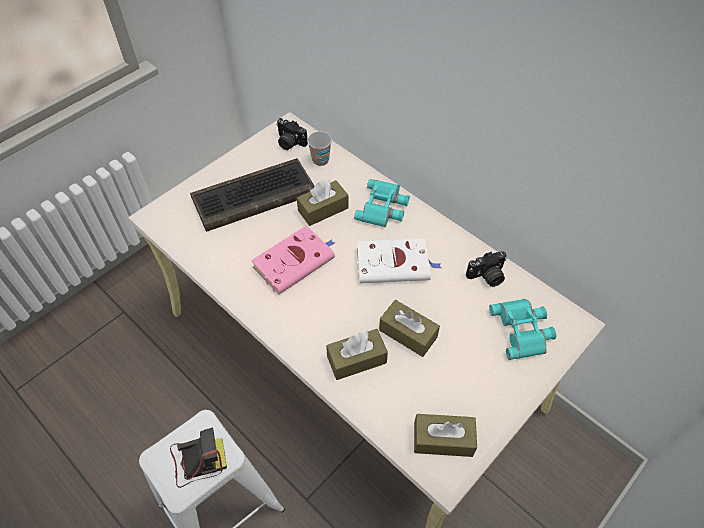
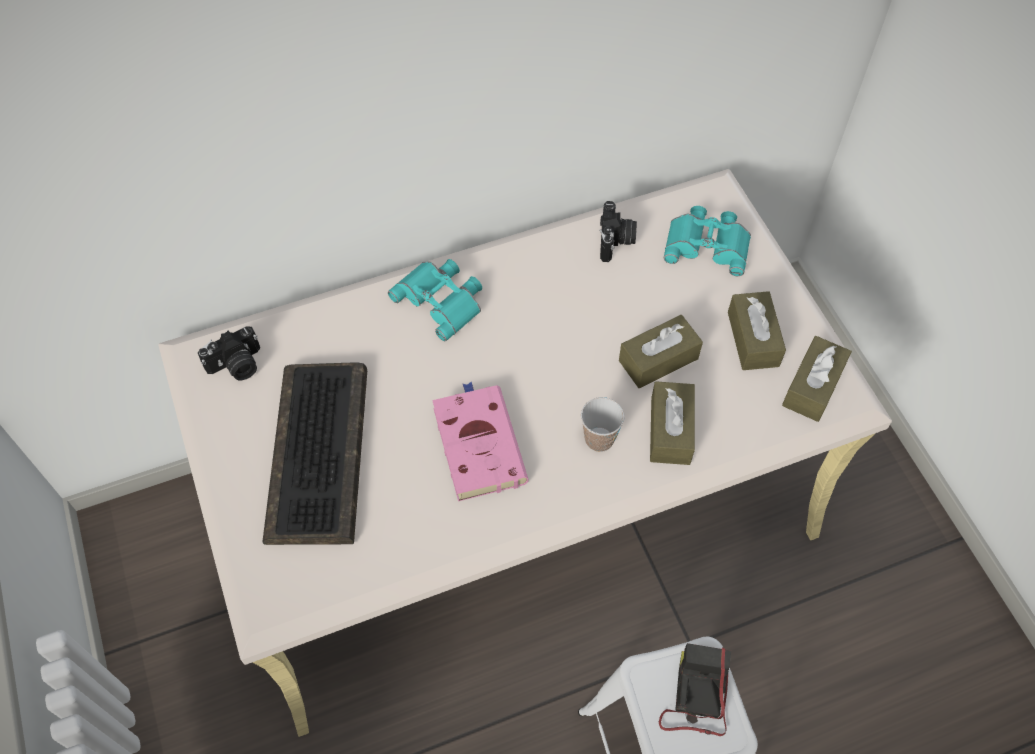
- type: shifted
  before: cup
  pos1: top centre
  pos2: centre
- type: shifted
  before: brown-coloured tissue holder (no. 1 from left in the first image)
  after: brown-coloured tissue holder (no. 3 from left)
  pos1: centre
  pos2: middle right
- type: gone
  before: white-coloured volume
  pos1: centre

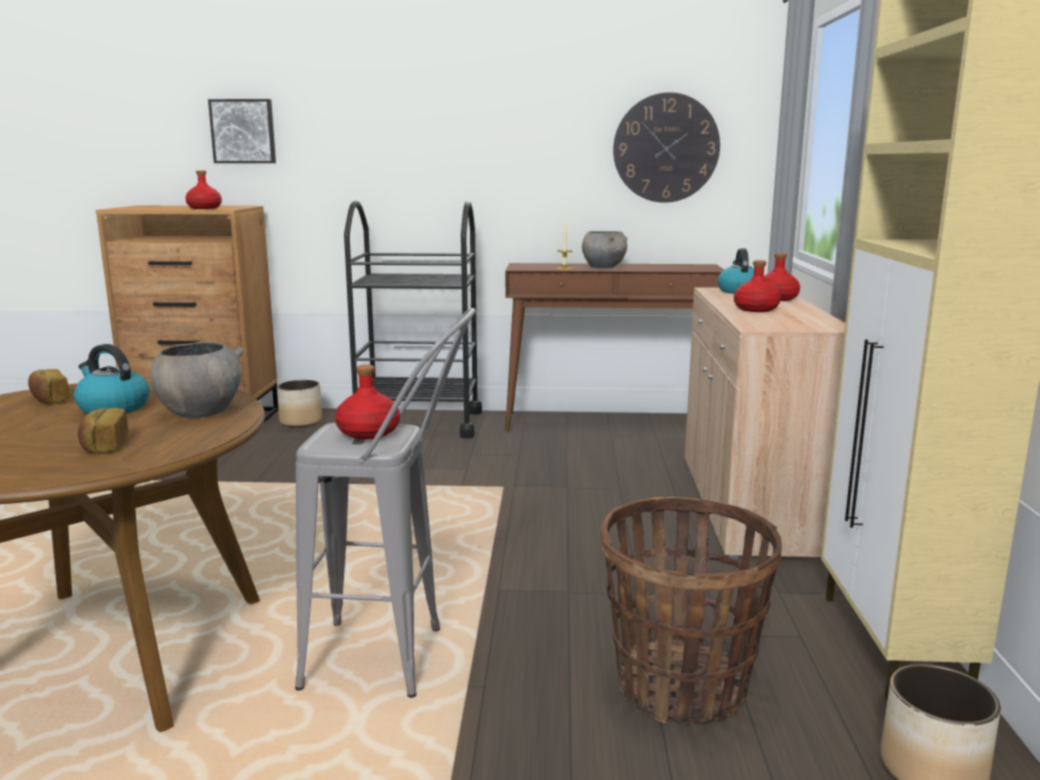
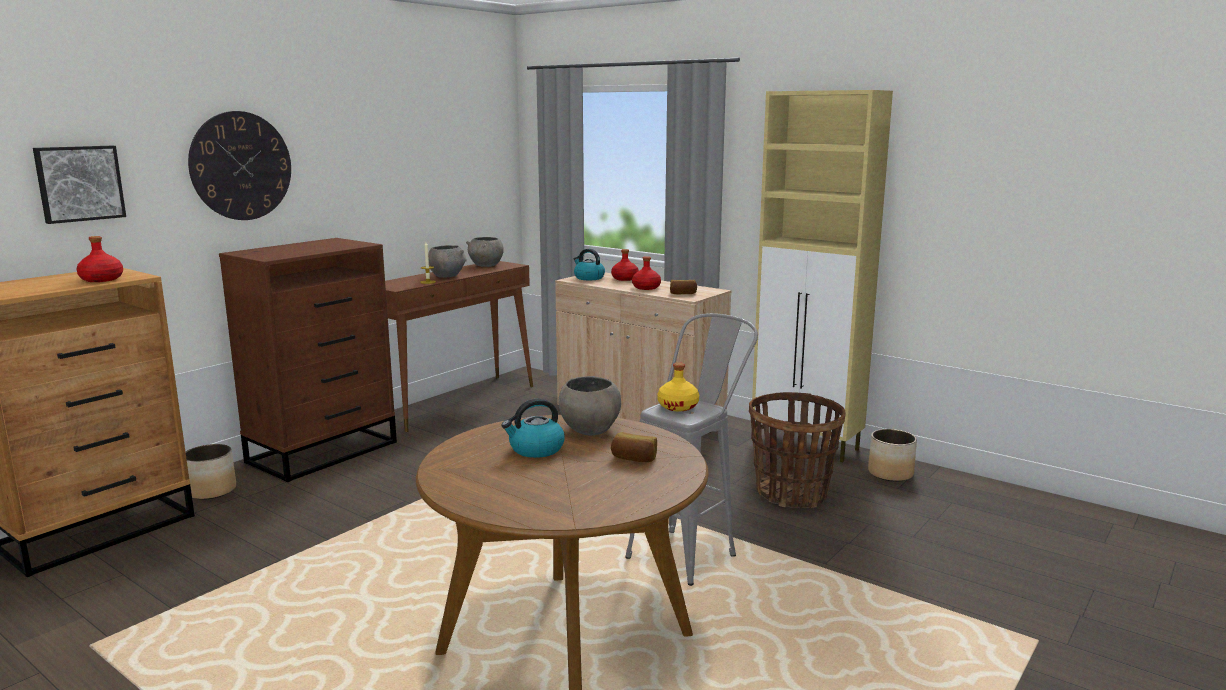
- type: shifted
  before: hanging clock
  pos1: top centre
  pos2: top left
- type: swapped
  before: black-coloured wheeled cart
  after: brown-coloured drawer chest (no. 2 from left)
  pos1: centre
  pos2: middle left
- type: repainted
  before: reddish drink bottle (no. 2 from left)
  after: yellow-coloured drink bottle
  pos1: centre
  pos2: centre
- type: shifted
  before: bakery bread (no. 1 from left in the first image)
  after: bakery bread (no. 2 from left)
  pos1: middle left
  pos2: centre
- type: new
  after: greyish bowl (no. 2 from left)
  pos2: centre

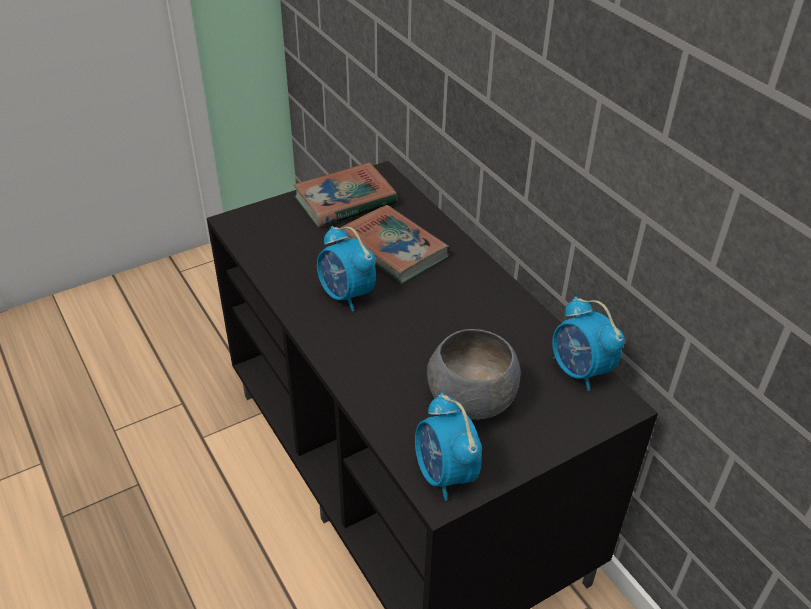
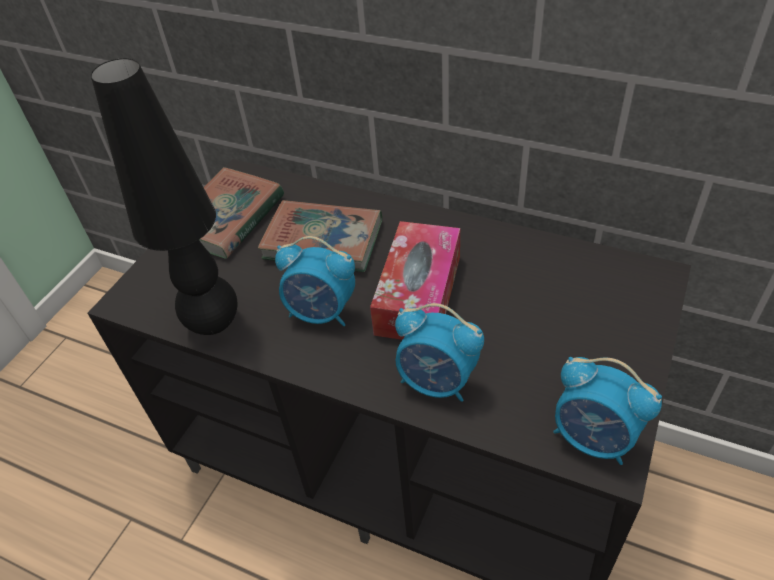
- type: shifted
  before: table clock (no. 3 from left in the first image)
  after: table clock (no. 2 from left)
  pos1: middle right
  pos2: centre
- type: gone
  before: greyish bowl
  pos1: centre
- type: new
  after: black-coloured lamp for a table
  pos2: middle left
- type: new
  after: tissue holder
  pos2: centre

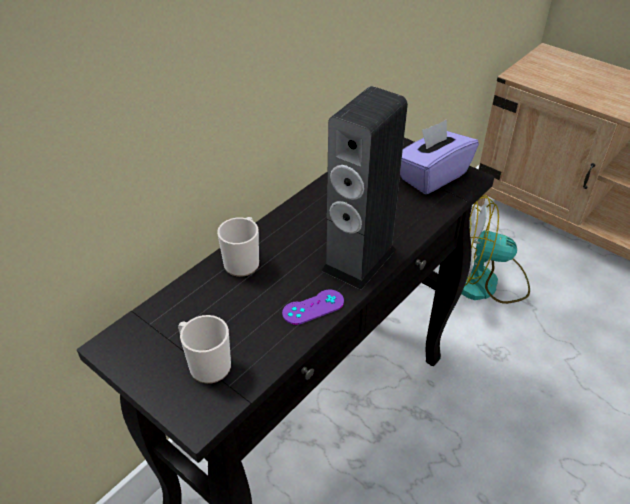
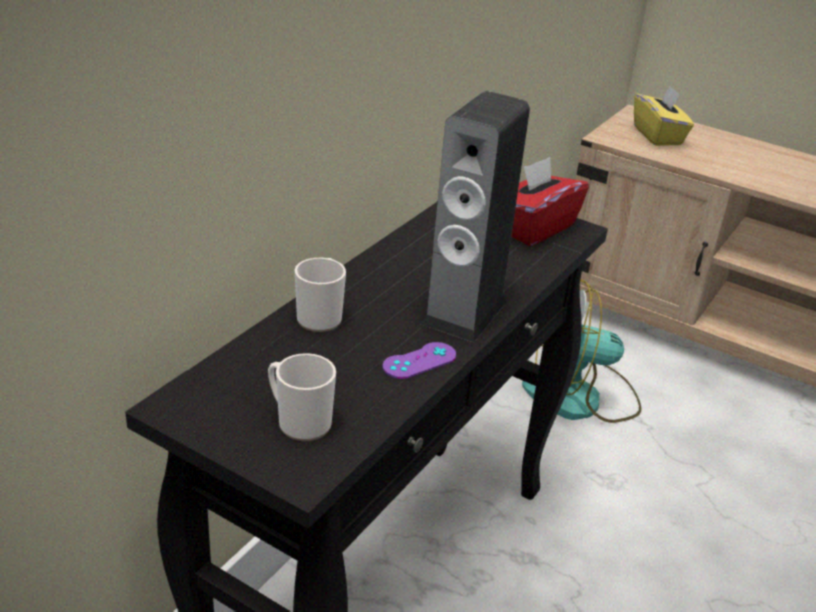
- type: repainted
  before: purple tissue holder
  after: reddish tissue holder
  pos1: top right
  pos2: top right
- type: new
  after: yellow-coloured tissue holder
  pos2: top right

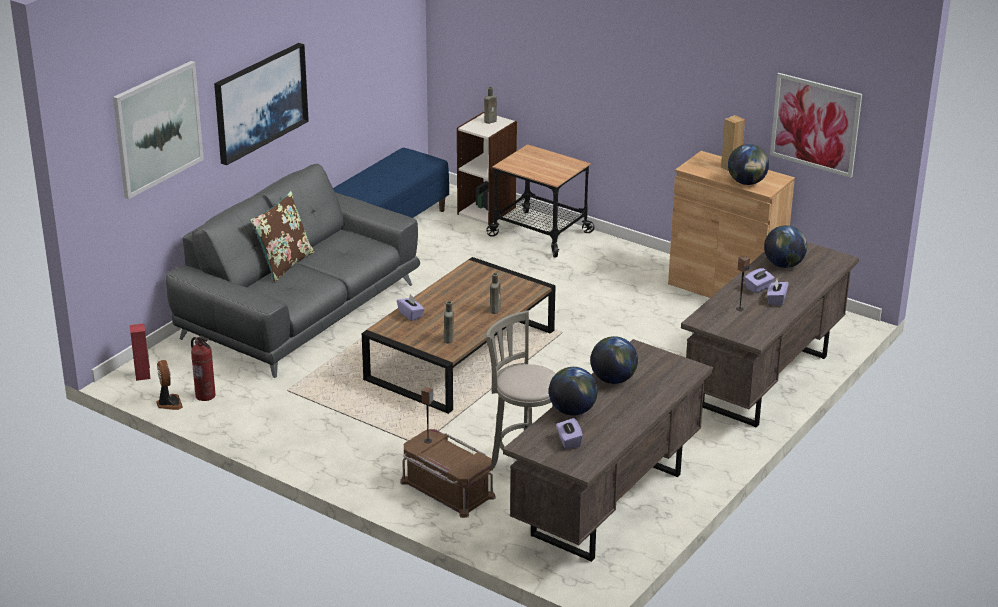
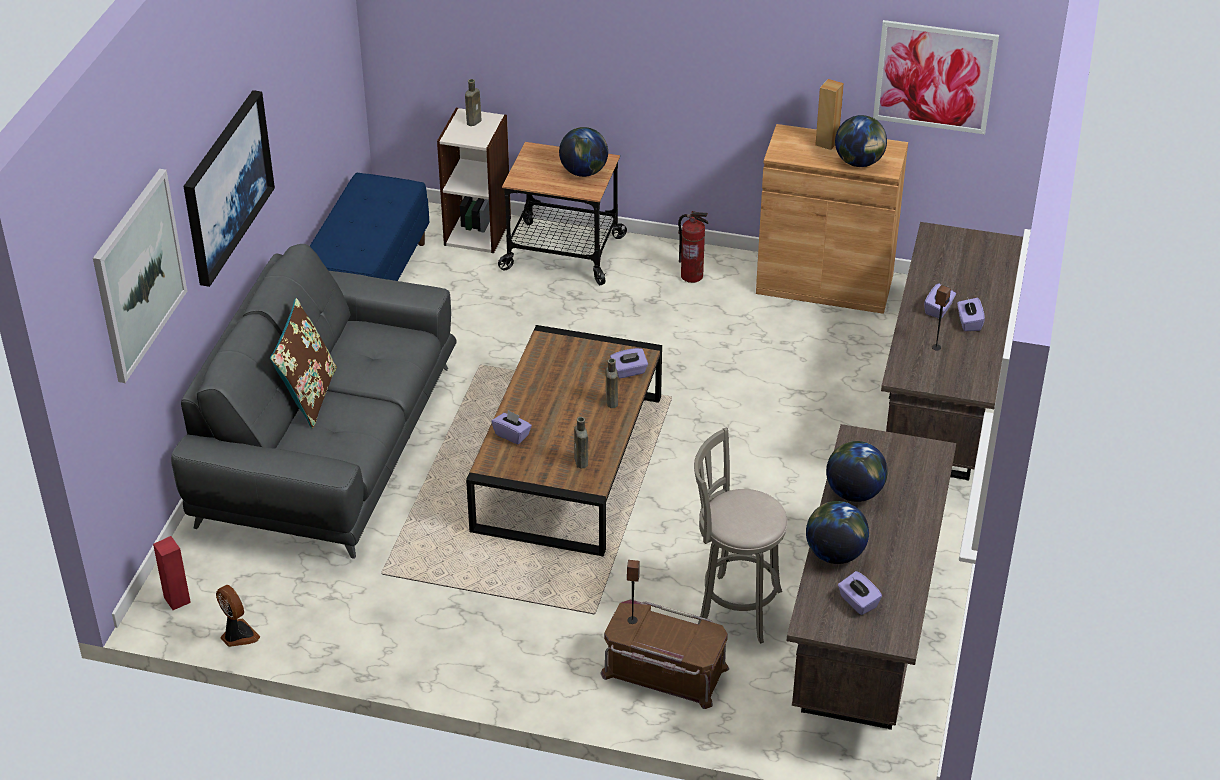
- type: shifted
  before: globe (no. 4 from left in the first image)
  after: globe (no. 1 from left)
  pos1: middle right
  pos2: top centre
- type: shifted
  before: extinguisher
  pos1: middle left
  pos2: top centre
- type: new
  after: purple tissue holder (no. 2 from left)
  pos2: centre

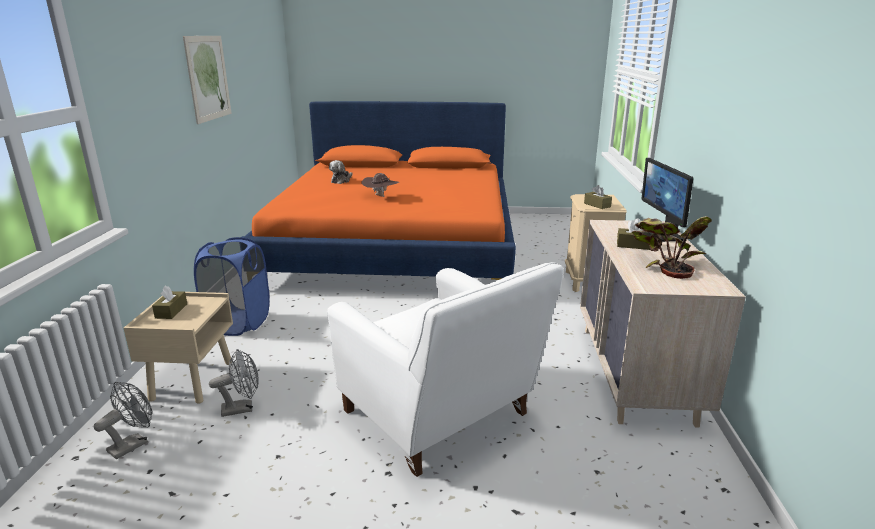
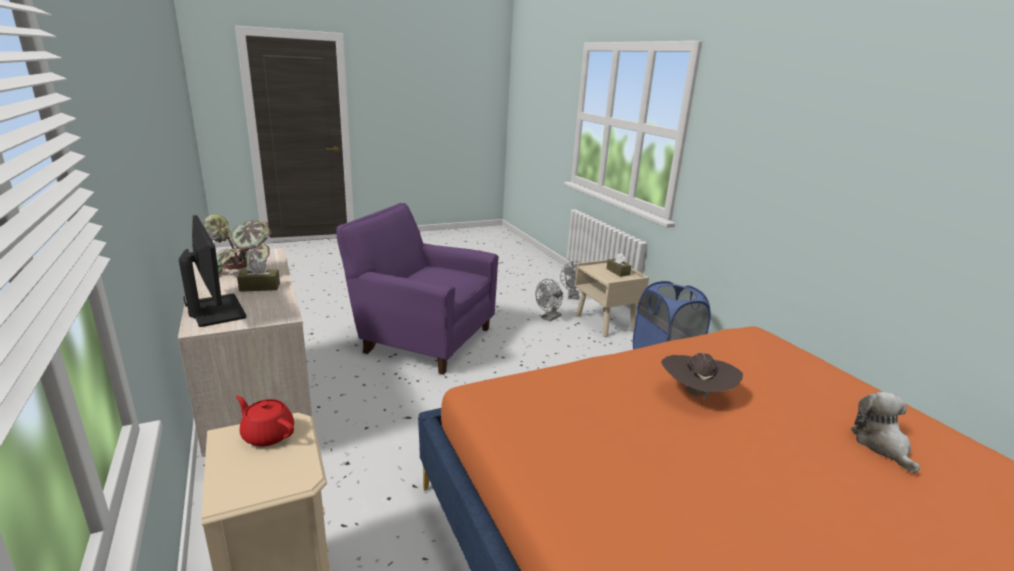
- type: gone
  before: wall picture
  pos1: top left
- type: swapped
  before: brown-coloured tissue holder (no. 2 from left)
  after: reddish tea pot
  pos1: middle right
  pos2: bottom left
- type: repainted
  before: white-coloured armchair
  after: purple armchair
  pos1: bottom centre
  pos2: centre

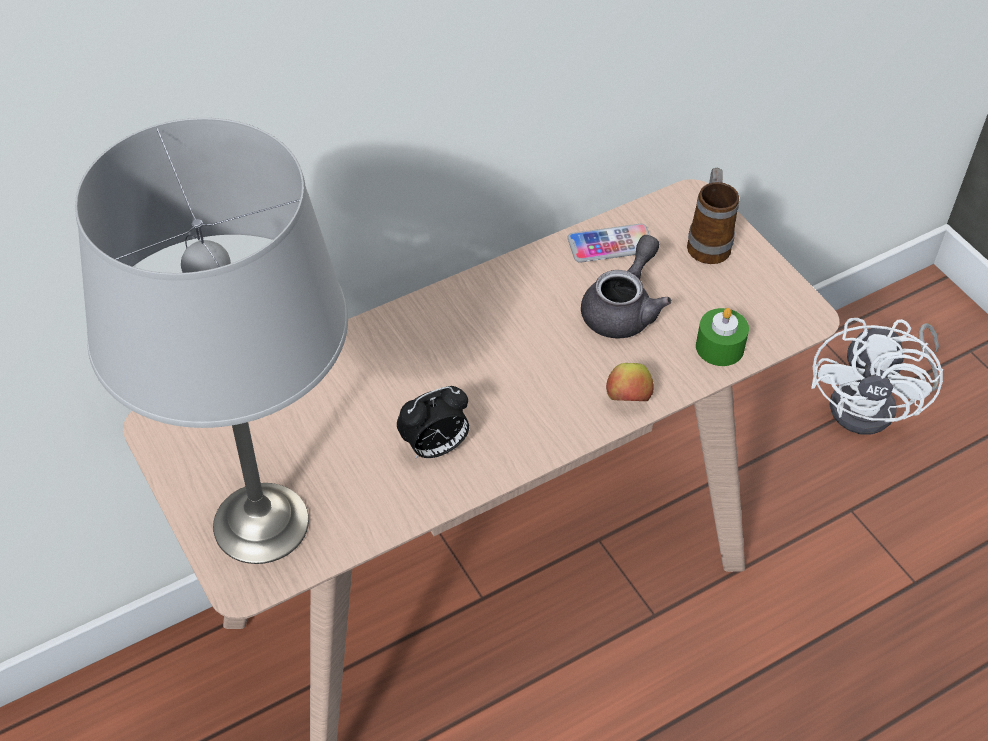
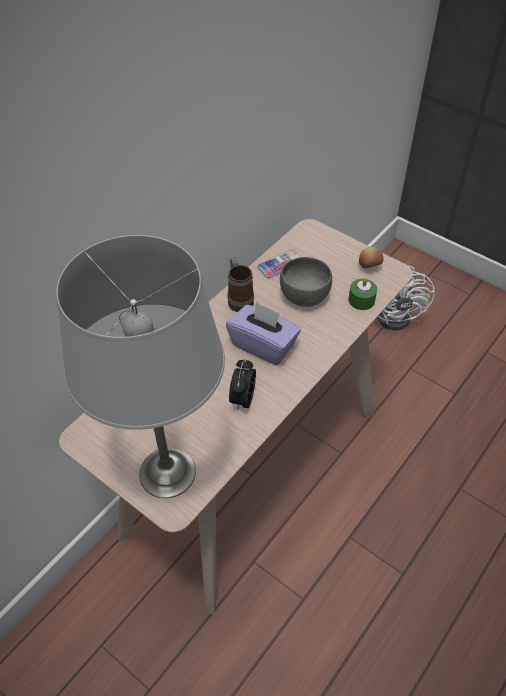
- type: shifted
  before: mug
  pos1: top right
  pos2: centre
- type: swapped
  before: greyish tea pot
  after: greyish bowl
  pos1: centre
  pos2: centre
- type: shifted
  before: apple fruit
  pos1: centre
  pos2: middle right
- type: rotated
  before: table clock
  pos1: centre
  pos2: centre
  turn: 150
- type: new
  after: purple tissue holder
  pos2: centre

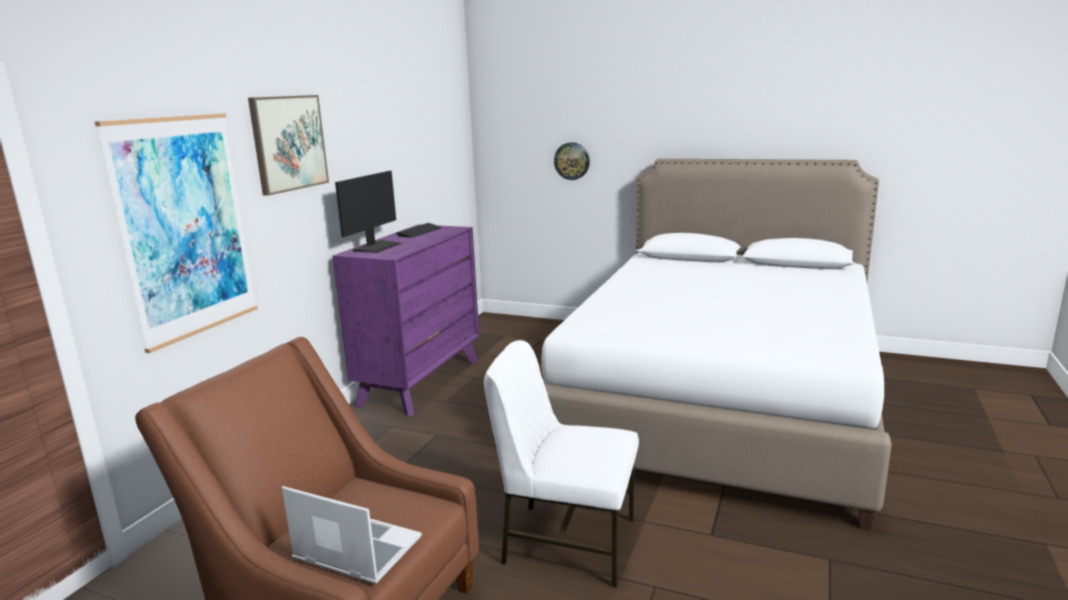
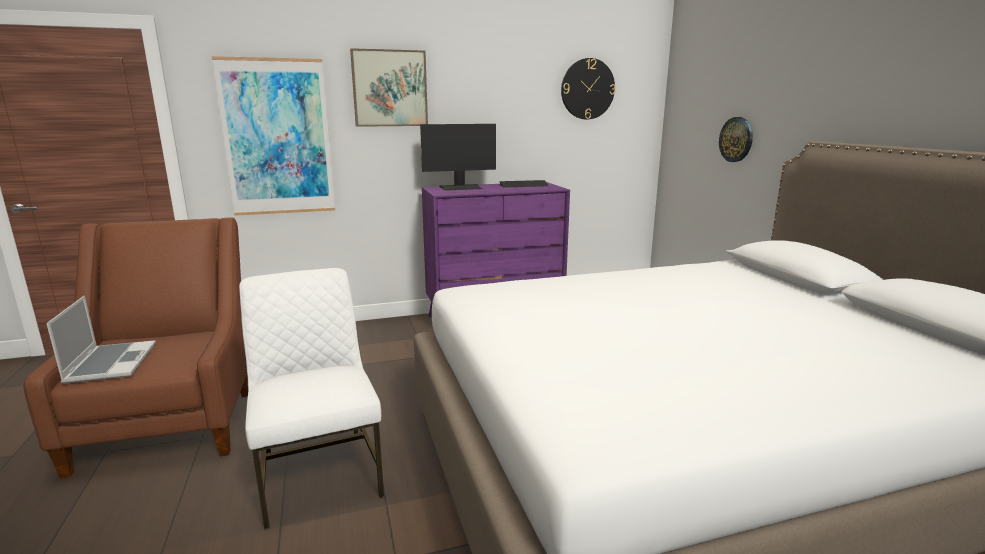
- type: new
  after: hanging clock (no. 1 from left)
  pos2: top centre

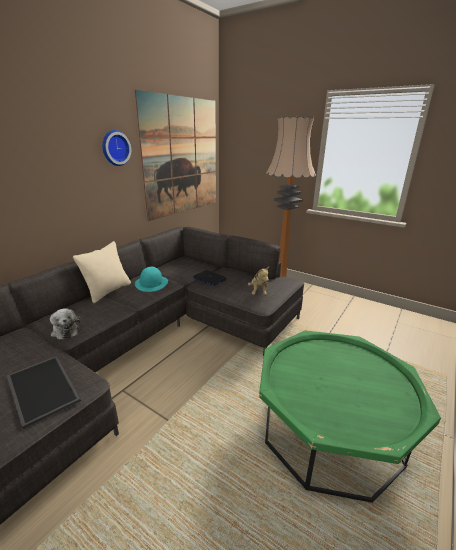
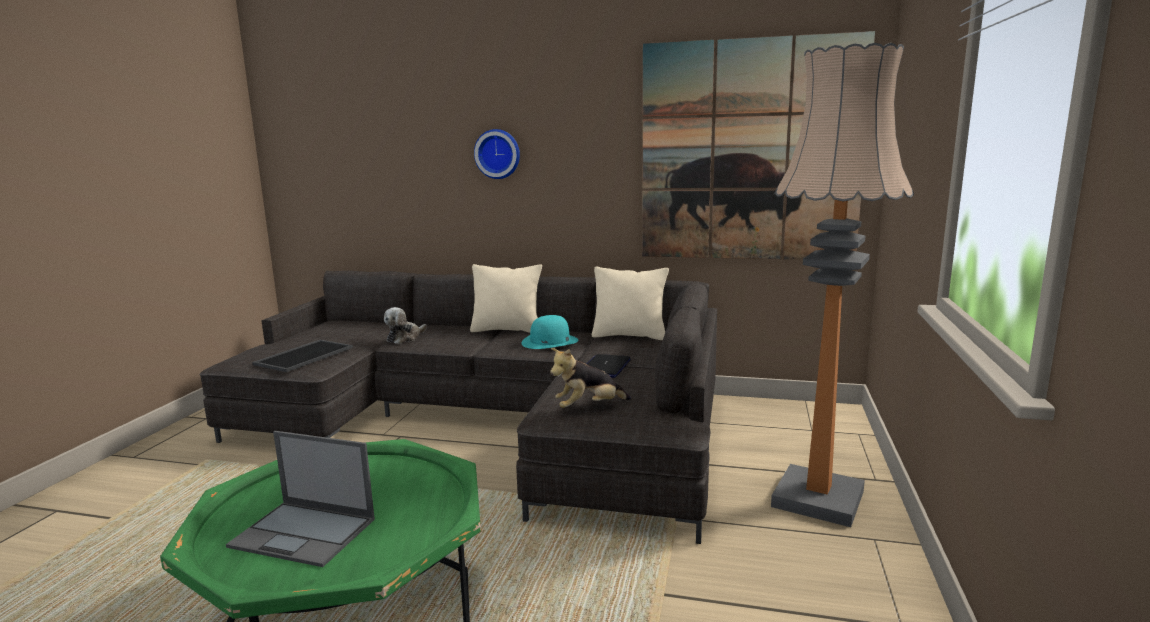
- type: shifted
  before: hanging clock
  pos1: top left
  pos2: top centre
- type: new
  after: sand-coloured throw pillow (no. 2 from left)
  pos2: centre
- type: new
  after: portable computer (no. 1 from left)
  pos2: bottom left

